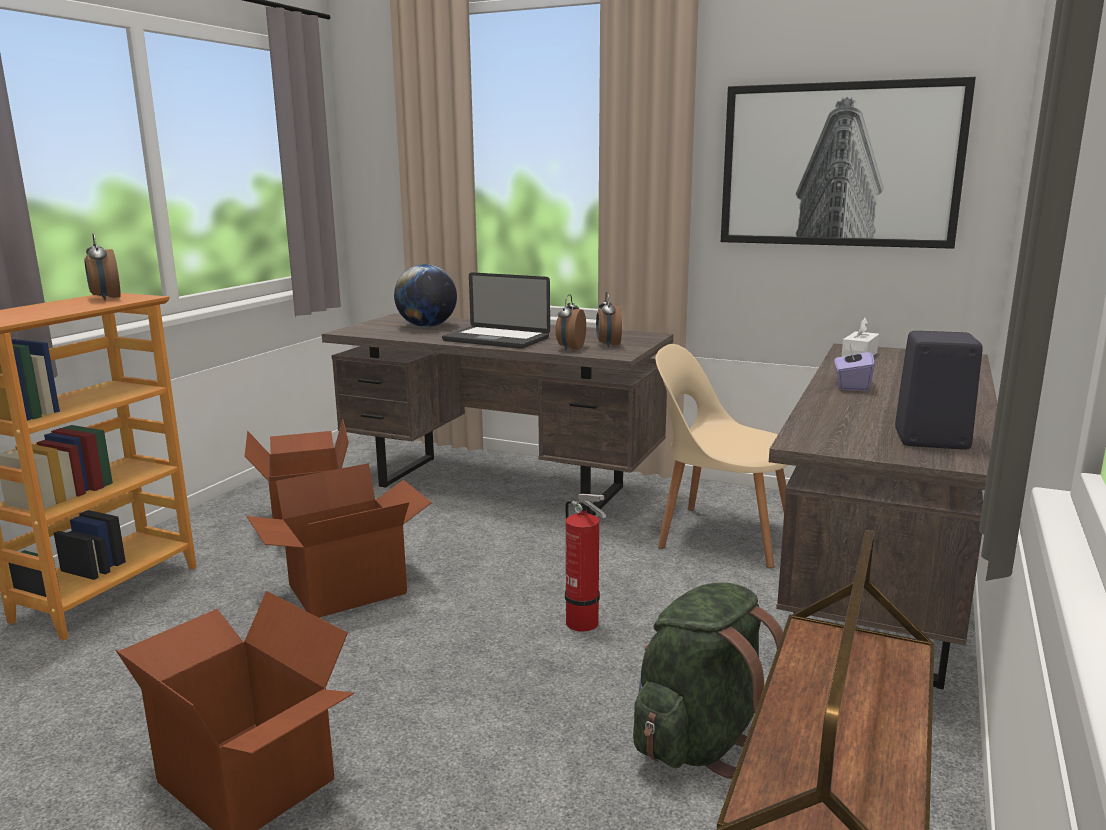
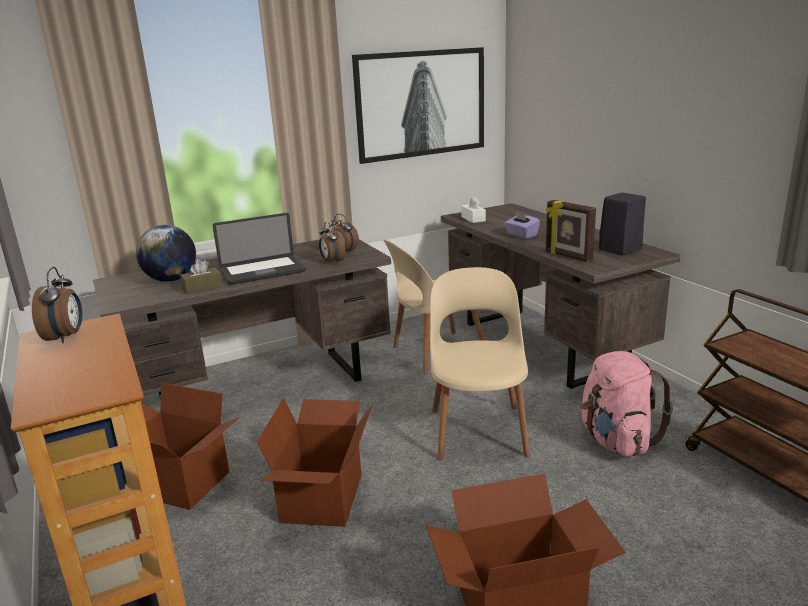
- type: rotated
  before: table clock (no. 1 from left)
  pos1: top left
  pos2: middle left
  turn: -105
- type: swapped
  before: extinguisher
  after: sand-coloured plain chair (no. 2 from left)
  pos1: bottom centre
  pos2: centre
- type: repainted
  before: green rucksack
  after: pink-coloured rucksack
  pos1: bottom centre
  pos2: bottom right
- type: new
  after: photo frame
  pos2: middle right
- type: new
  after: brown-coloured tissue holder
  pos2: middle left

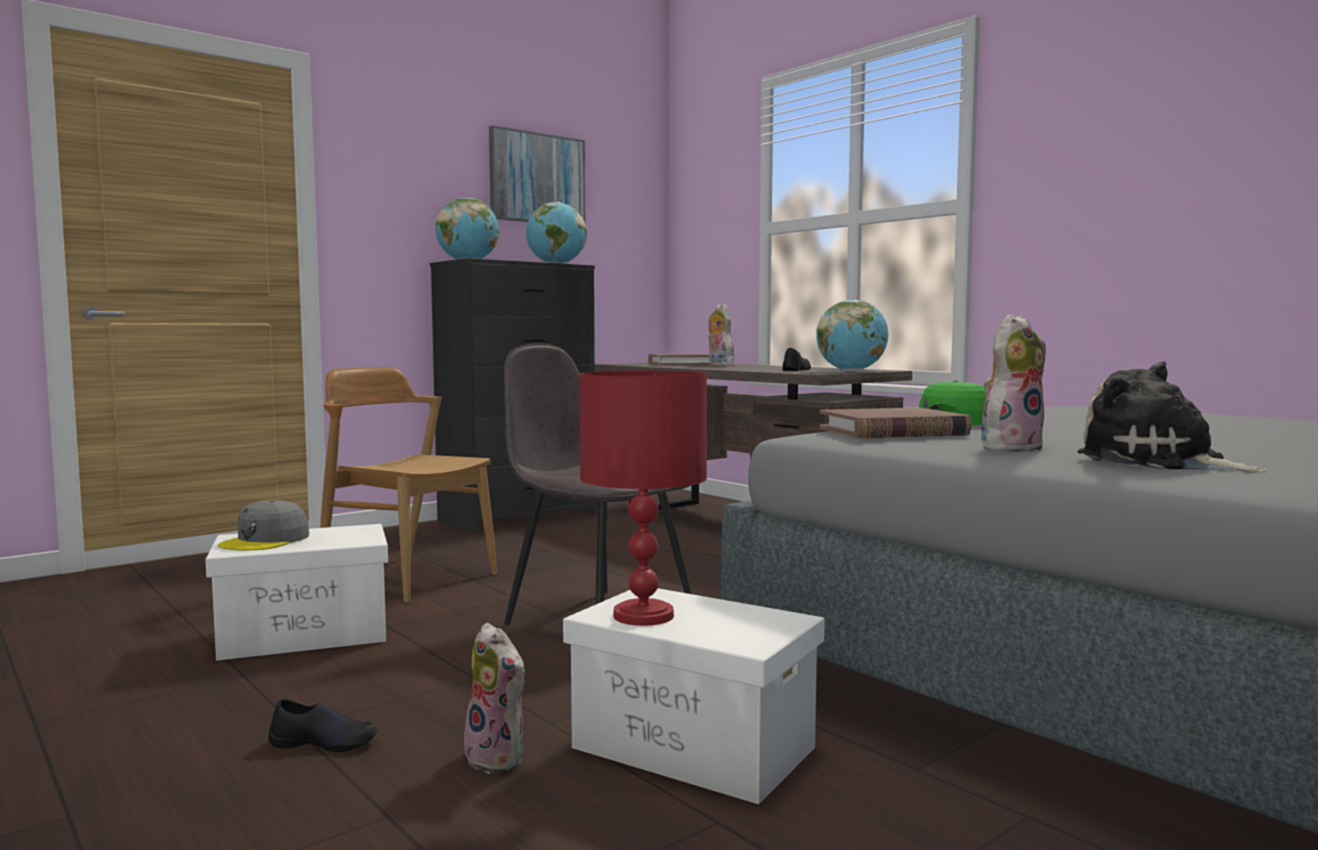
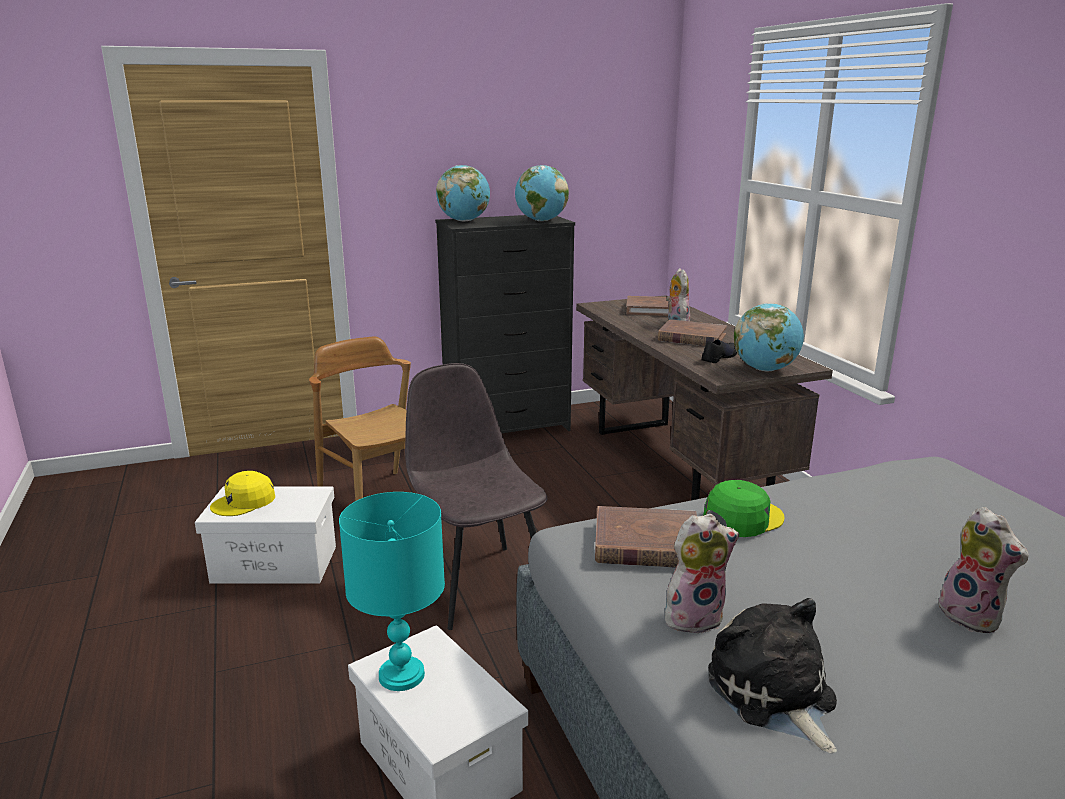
- type: gone
  before: wall picture
  pos1: top centre
- type: repainted
  before: reddish lamp for a table
  after: turquoise lamp for a table
  pos1: centre
  pos2: bottom centre
- type: repainted
  before: greyish peaked cap
  after: yellow-coloured peaked cap
  pos1: middle left
  pos2: middle left
- type: shifted
  before: plush toy (no. 1 from left in the first image)
  after: plush toy (no. 4 from left)
  pos1: bottom centre
  pos2: bottom right
- type: gone
  before: black-coloured shoe (no. 1 from left)
  pos1: bottom left
- type: new
  after: brown-coloured volume (no. 3 from left)
  pos2: centre

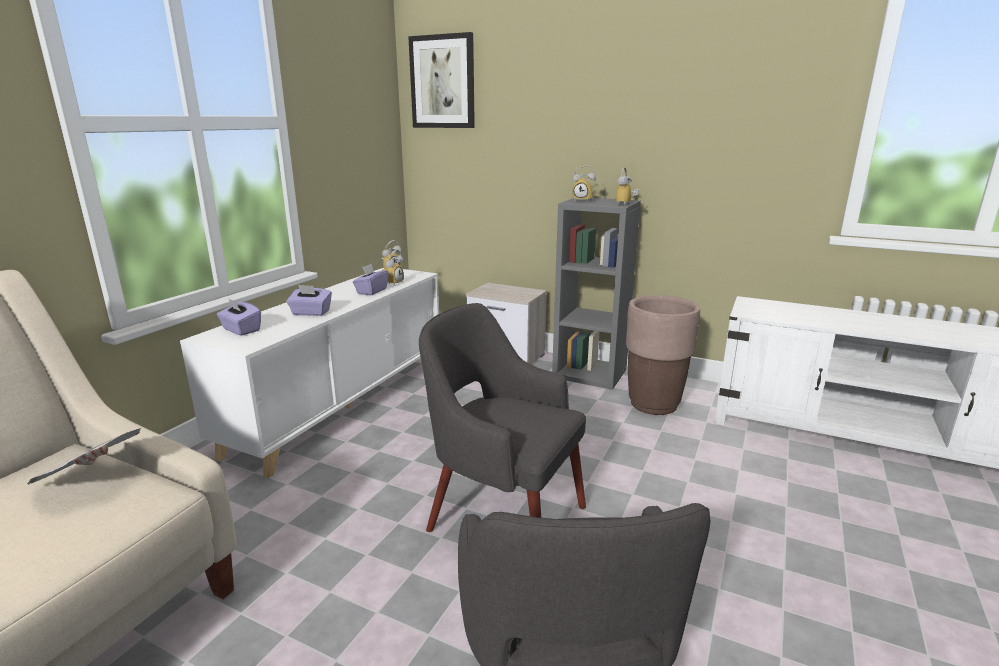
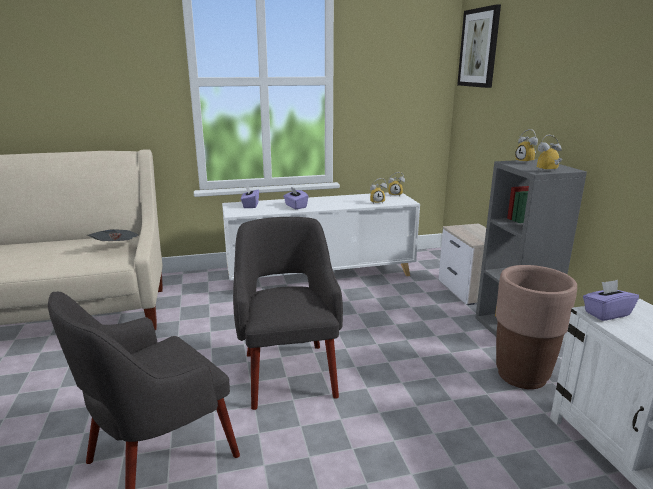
- type: shifted
  before: purple tissue holder (no. 3 from left)
  pos1: centre
  pos2: middle right

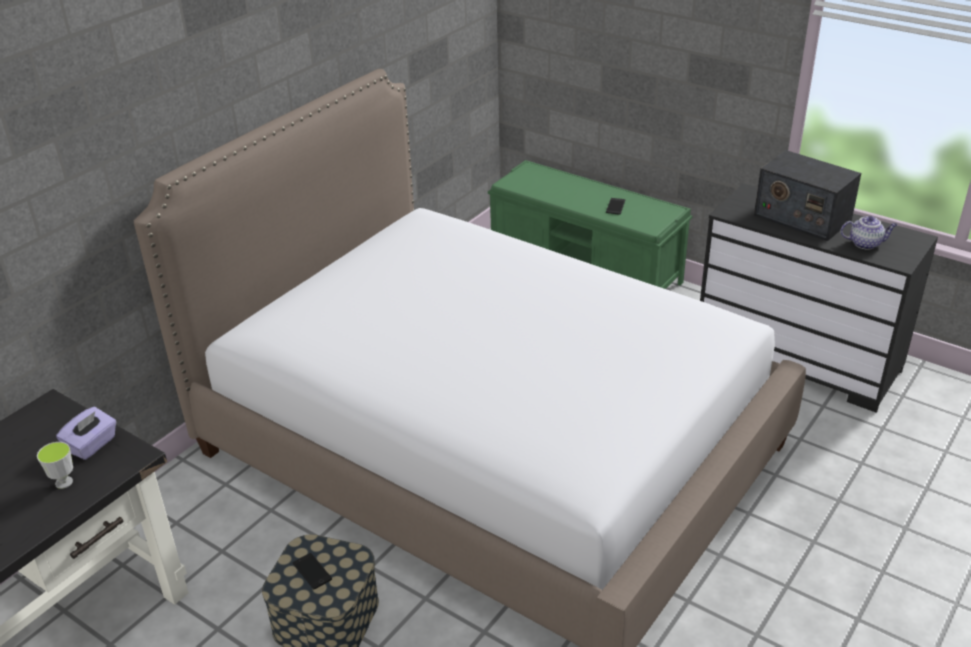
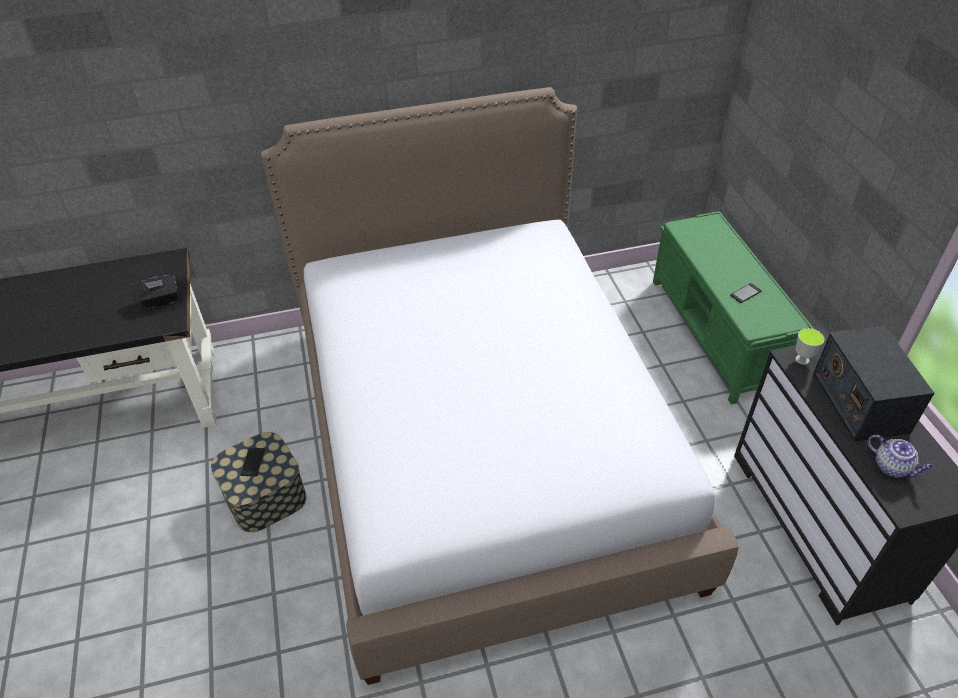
- type: repainted
  before: purple tissue holder
  after: black-coloured tissue holder
  pos1: bottom left
  pos2: middle left
- type: shifted
  before: cup
  pos1: bottom left
  pos2: middle right

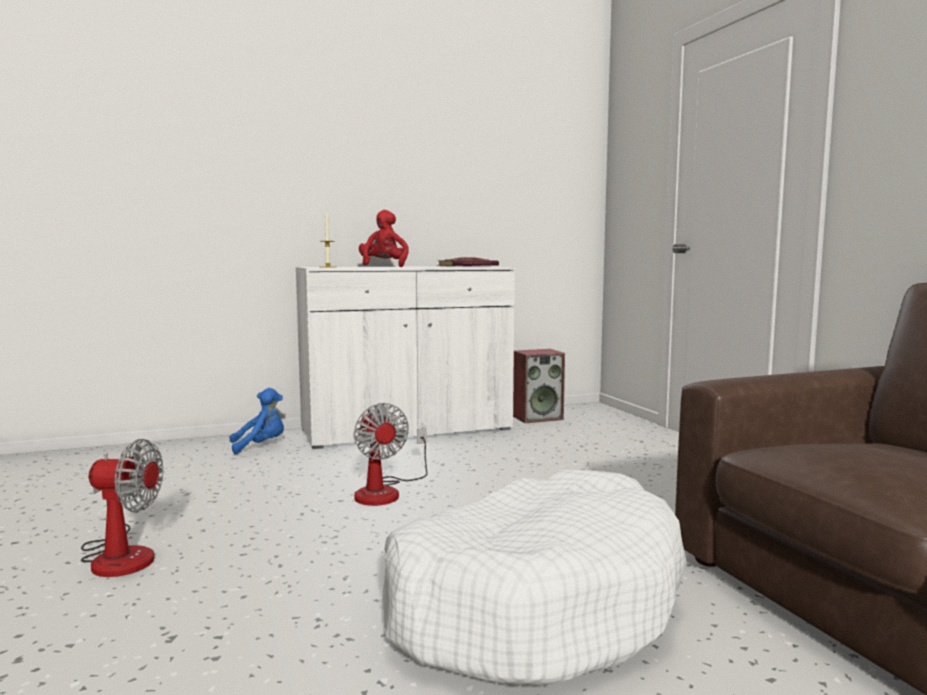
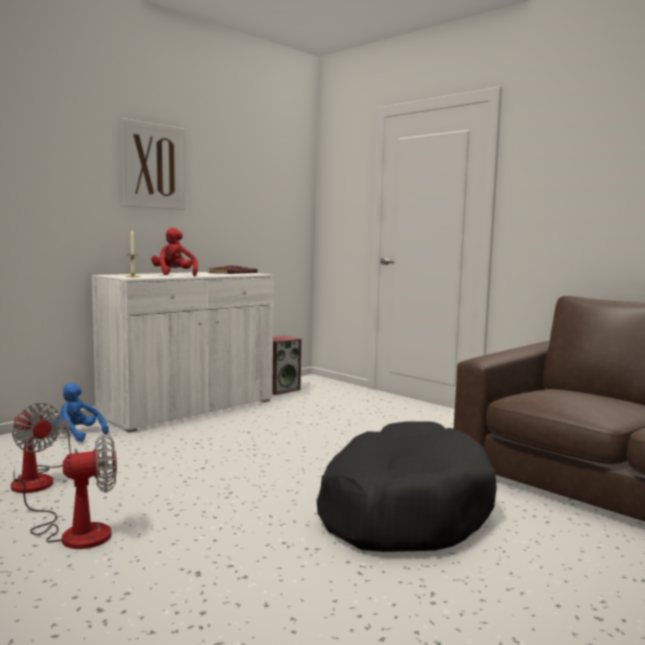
- type: rotated
  before: bluish plush toy
  pos1: middle left
  pos2: middle left
  turn: -105
- type: shifted
  before: cooling fan (no. 2 from left in the first image)
  after: cooling fan (no. 1 from left)
  pos1: centre
  pos2: bottom left
- type: repainted
  before: white-coloured pet bed
  after: black-coloured pet bed
  pos1: bottom centre
  pos2: bottom centre
- type: new
  after: wall picture
  pos2: top left

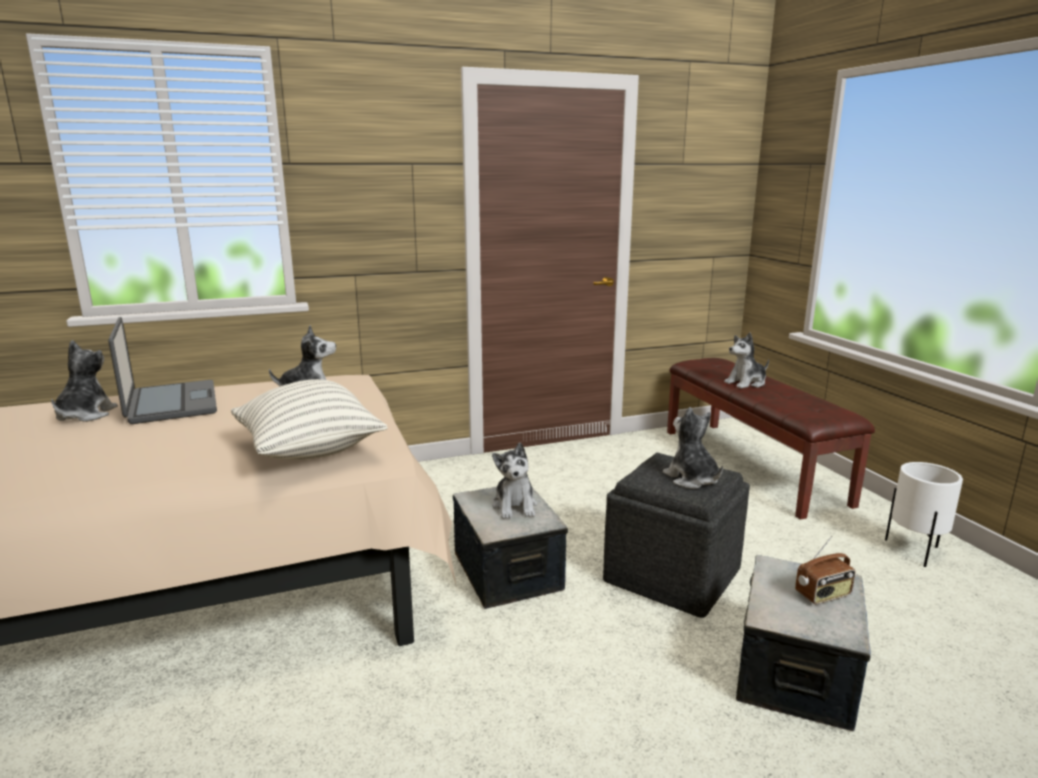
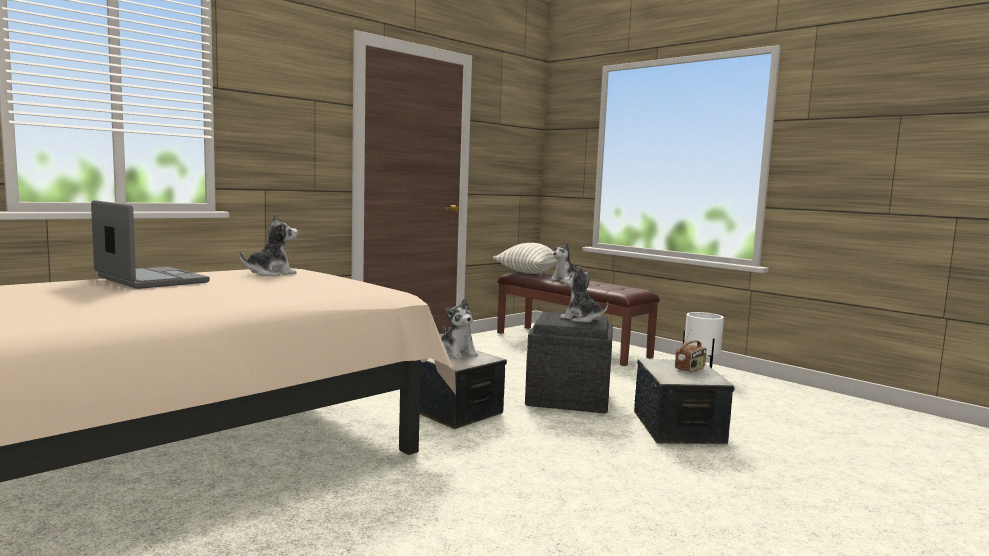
- type: gone
  before: plush toy (no. 1 from left)
  pos1: middle left
- type: shifted
  before: throw pillow
  pos1: middle left
  pos2: centre

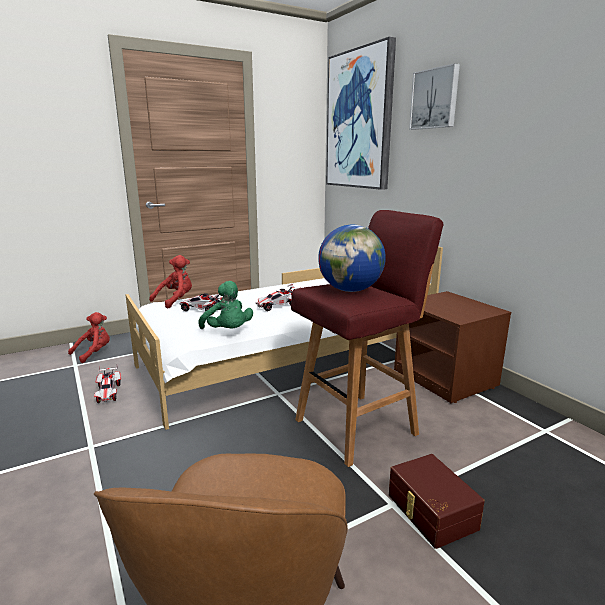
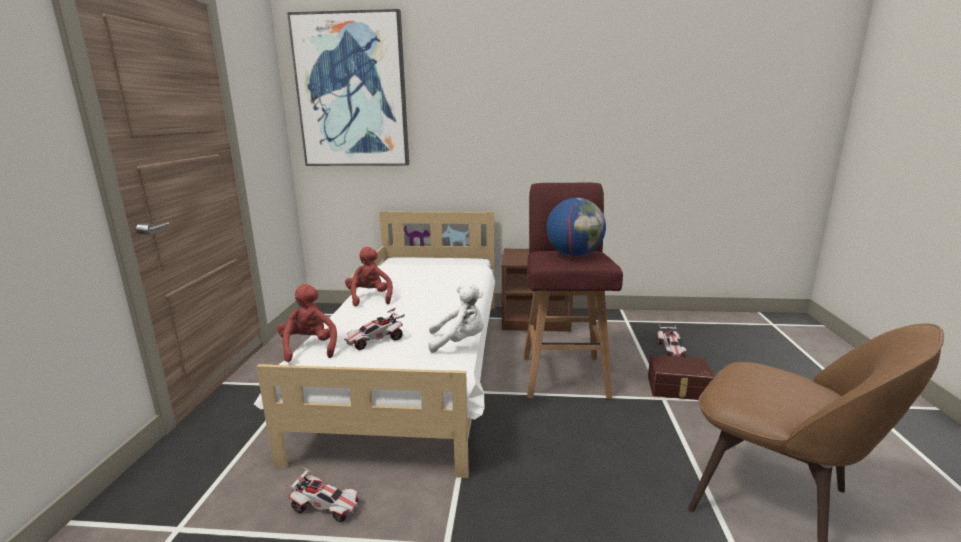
- type: gone
  before: wall picture (no. 2 from left)
  pos1: top right
- type: repainted
  before: green plush toy
  after: white-coloured plush toy
  pos1: centre
  pos2: centre
- type: shifted
  before: model car (no. 3 from left)
  pos1: centre
  pos2: middle right
- type: shifted
  before: reddish plush toy (no. 1 from left in the first image)
  after: reddish plush toy (no. 2 from left)
  pos1: middle left
  pos2: centre

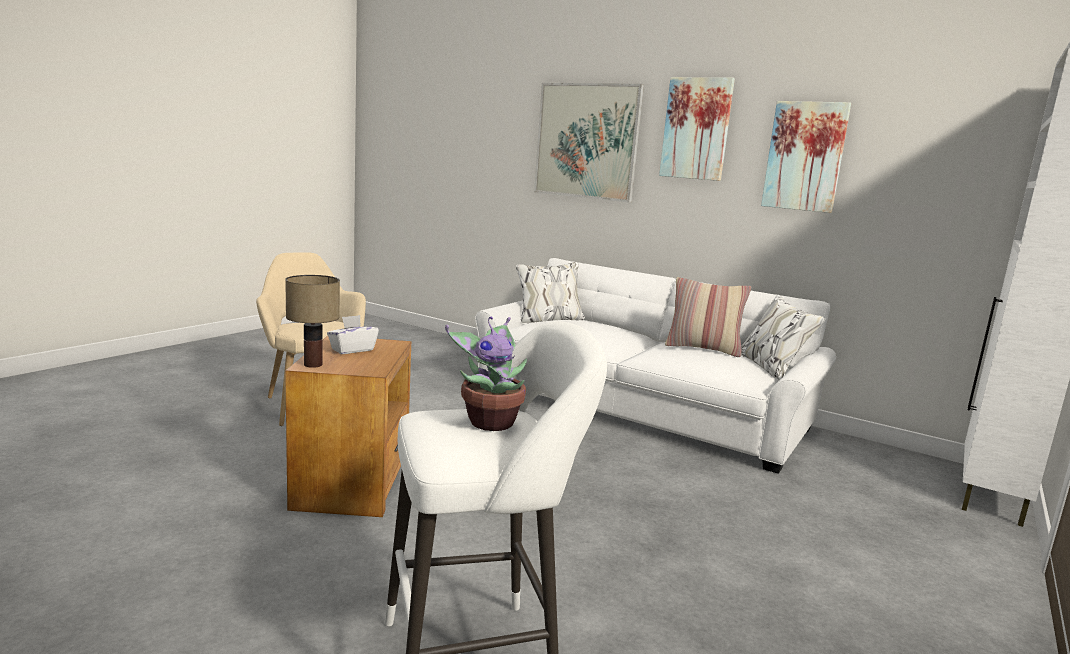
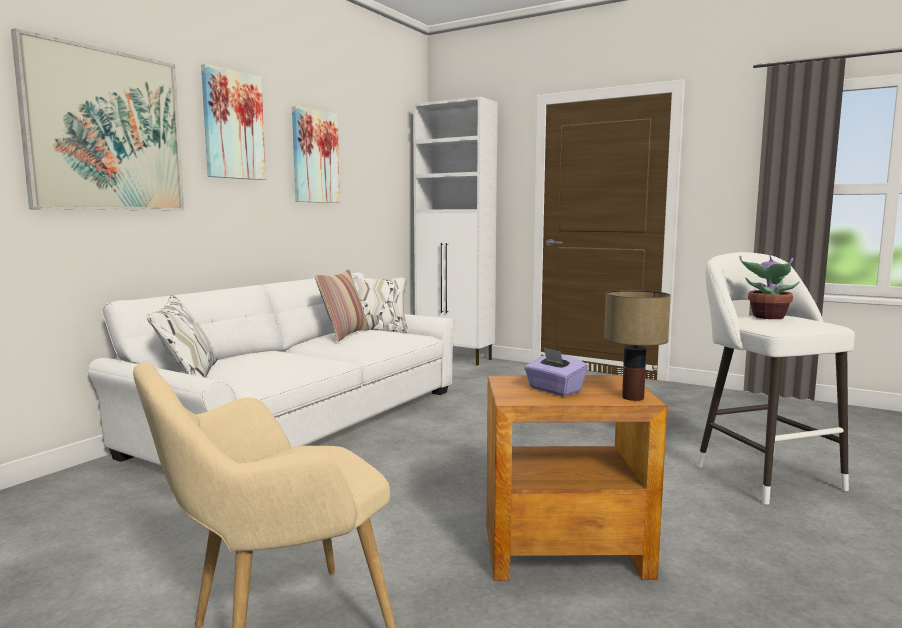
- type: repainted
  before: white-coloured tissue holder
  after: purple tissue holder
  pos1: middle left
  pos2: centre

